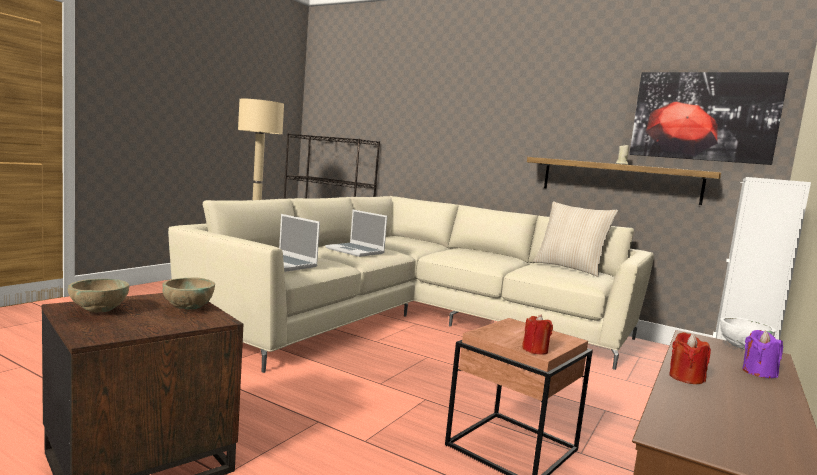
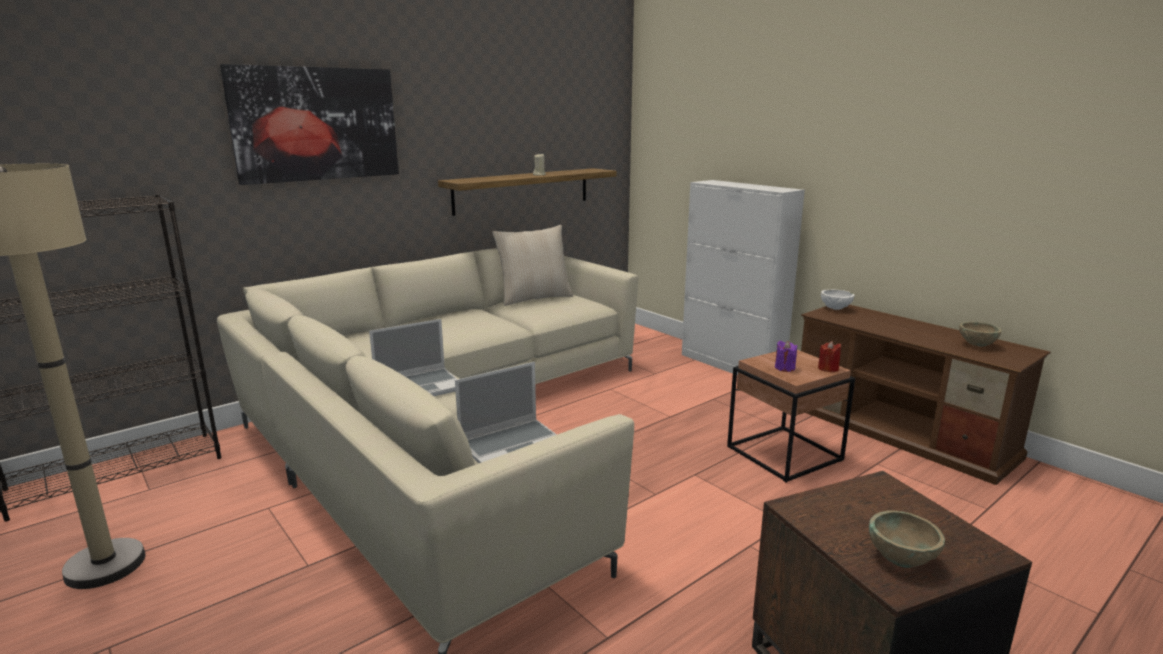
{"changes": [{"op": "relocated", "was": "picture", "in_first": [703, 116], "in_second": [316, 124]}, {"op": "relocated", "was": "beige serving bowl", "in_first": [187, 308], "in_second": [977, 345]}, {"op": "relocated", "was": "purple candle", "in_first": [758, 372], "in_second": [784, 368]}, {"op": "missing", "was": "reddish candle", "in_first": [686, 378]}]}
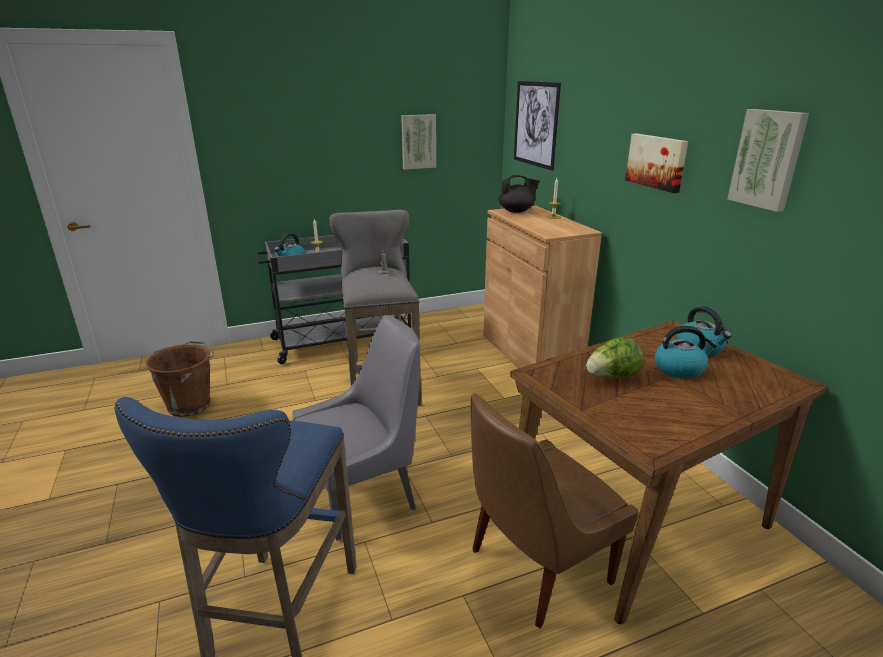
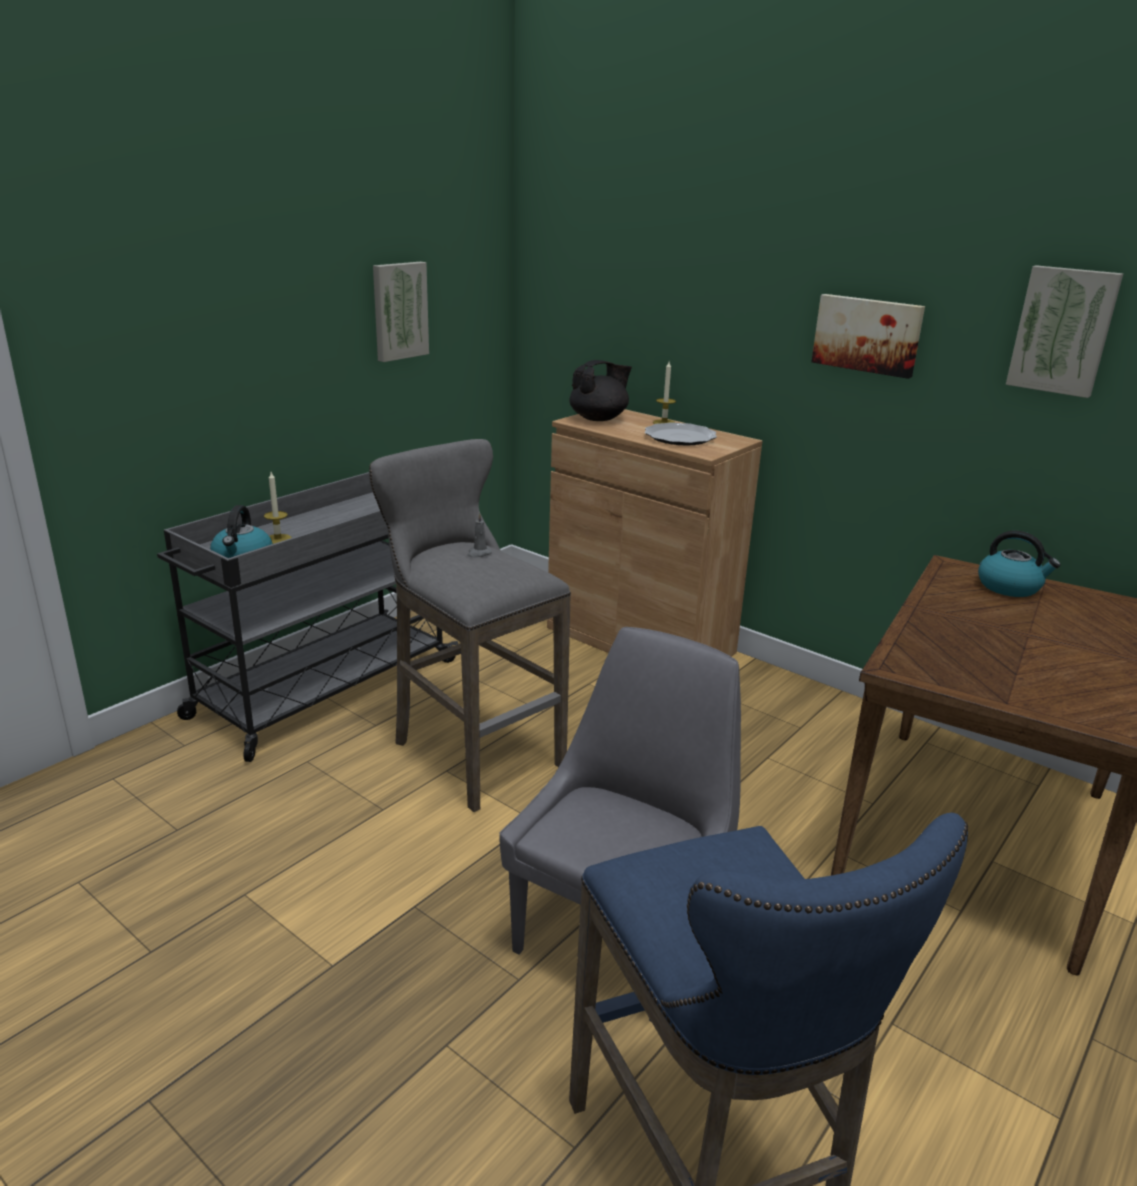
{"changes": [{"op": "missing", "was": "picture", "in_first": [536, 124]}, {"op": "missing", "was": "tea kettle", "in_first": [679, 369]}, {"op": "missing", "was": "lettuce", "in_first": [611, 377]}, {"op": "missing", "was": "brown-coloured pail", "in_first": [190, 405]}, {"op": "missing", "was": "brown-coloured plain chair", "in_first": [535, 568]}, {"op": "appeared", "now": "plate", "in_second": [679, 437]}]}
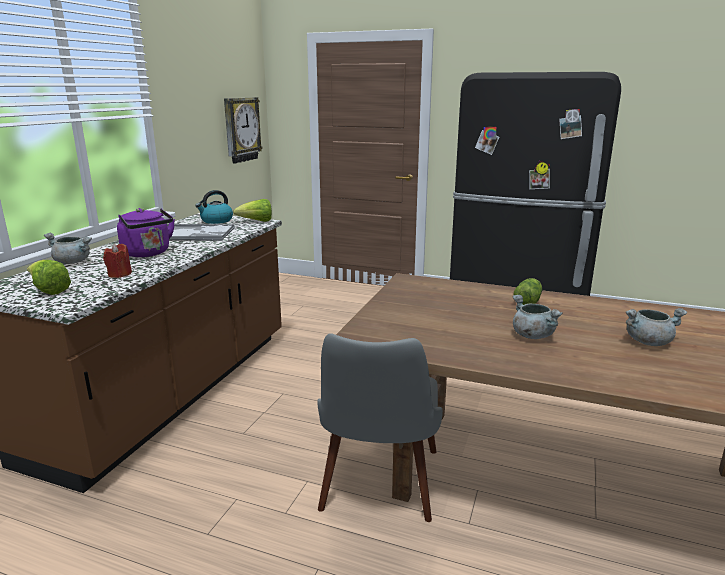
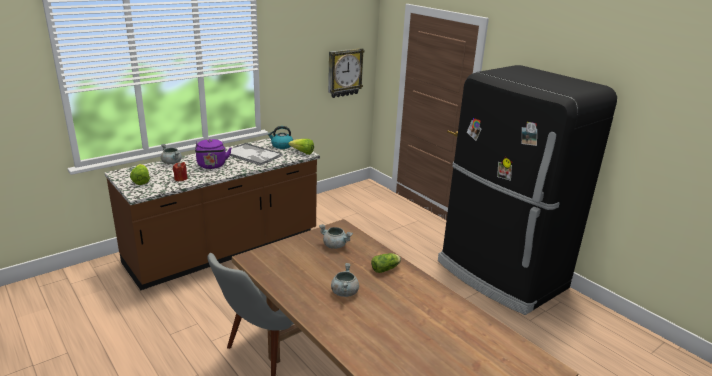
{"changes": [{"op": "relocated", "was": "greyish cooking pot", "in_first": [648, 341], "in_second": [335, 245]}]}
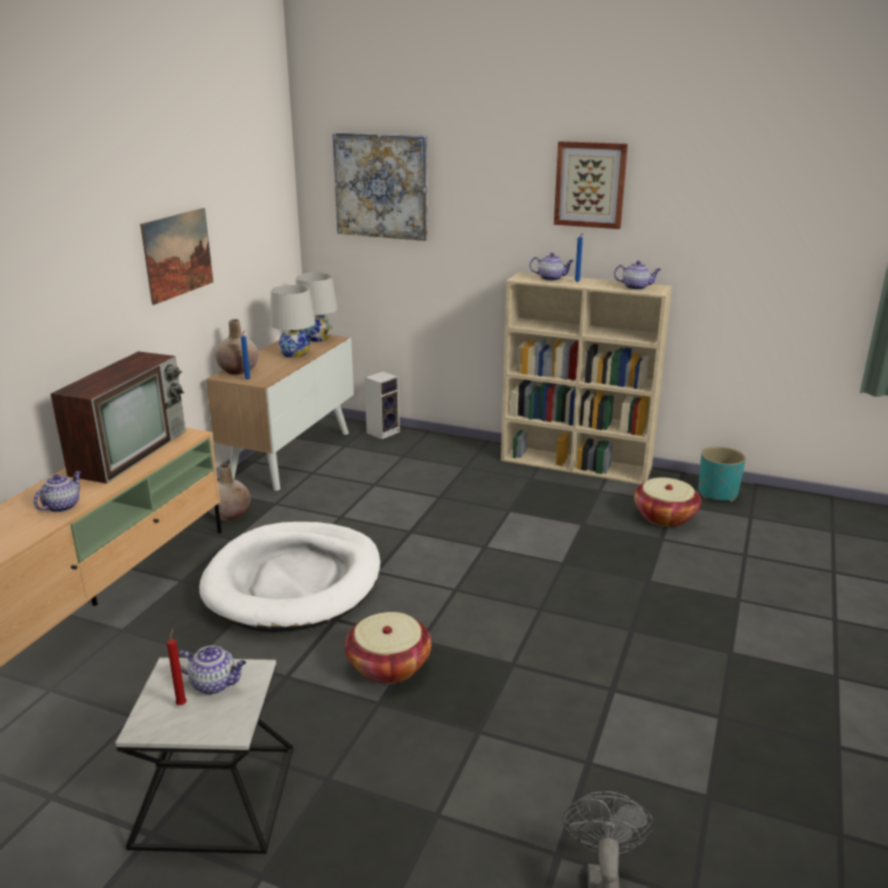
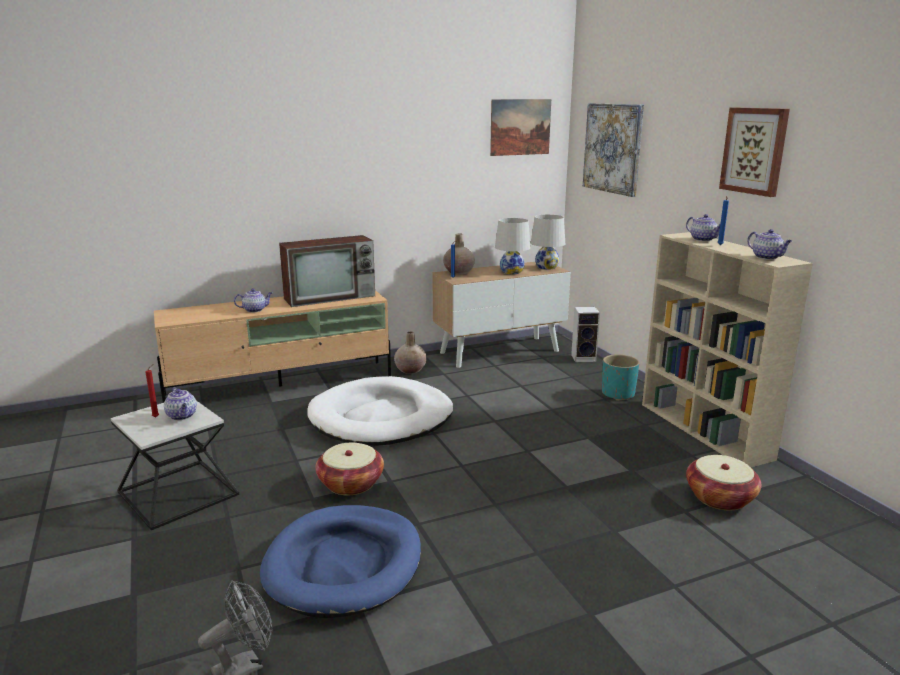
{"changes": [{"op": "relocated", "was": "picture", "in_first": [178, 254], "in_second": [520, 127]}, {"op": "relocated", "was": "turquoise-coloured plant pot", "in_first": [718, 493], "in_second": [618, 394]}, {"op": "appeared", "now": "blue-coloured dog cushion", "in_second": [344, 564]}]}
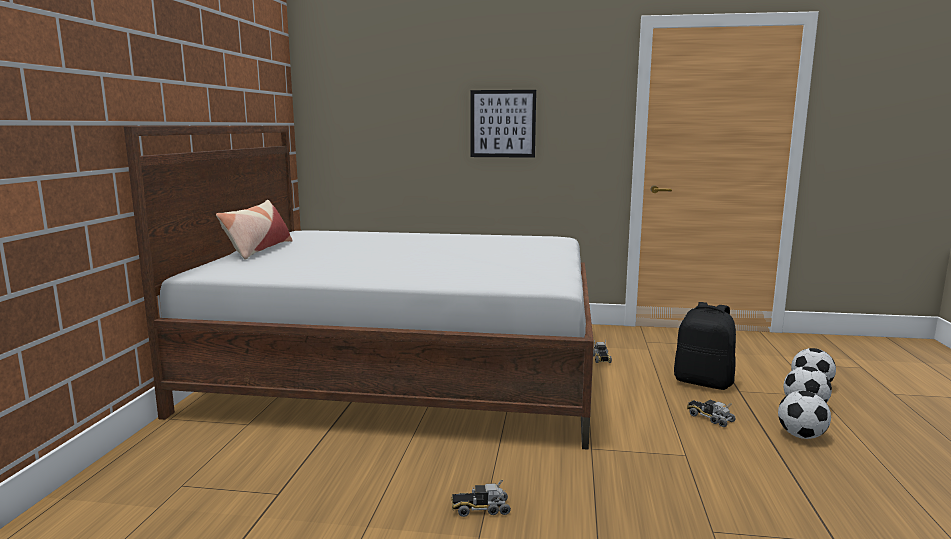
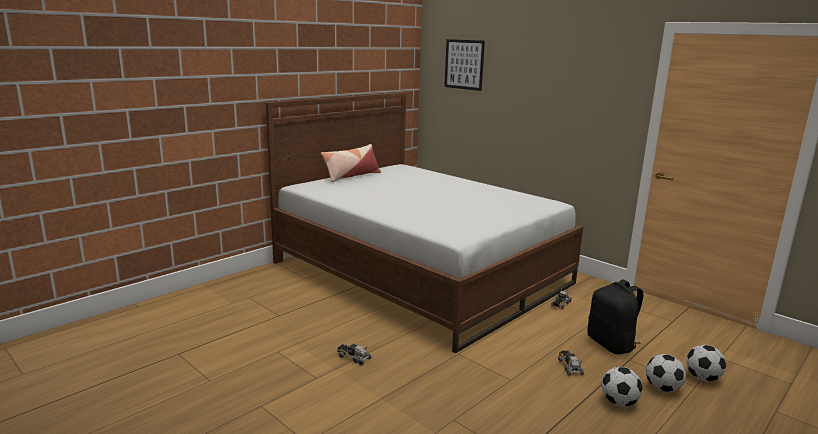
{"changes": [{"op": "relocated", "was": "picture", "in_first": [503, 124], "in_second": [464, 64]}]}
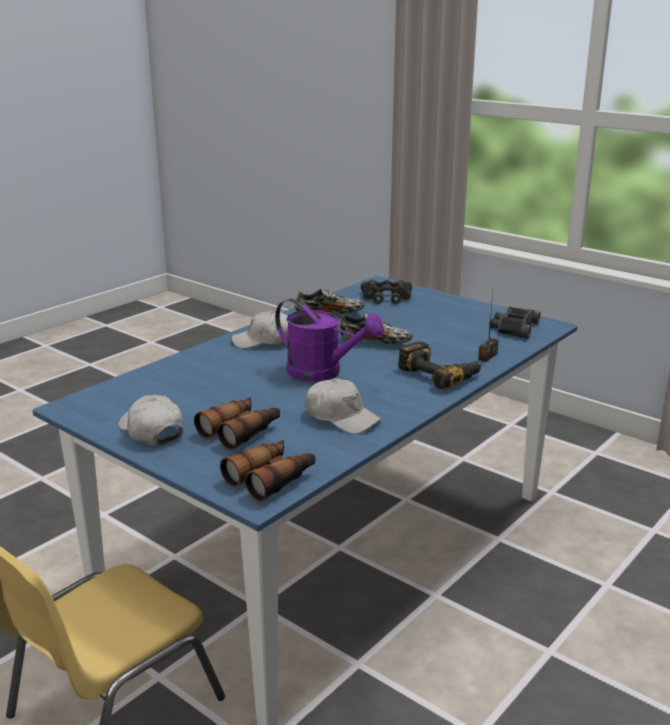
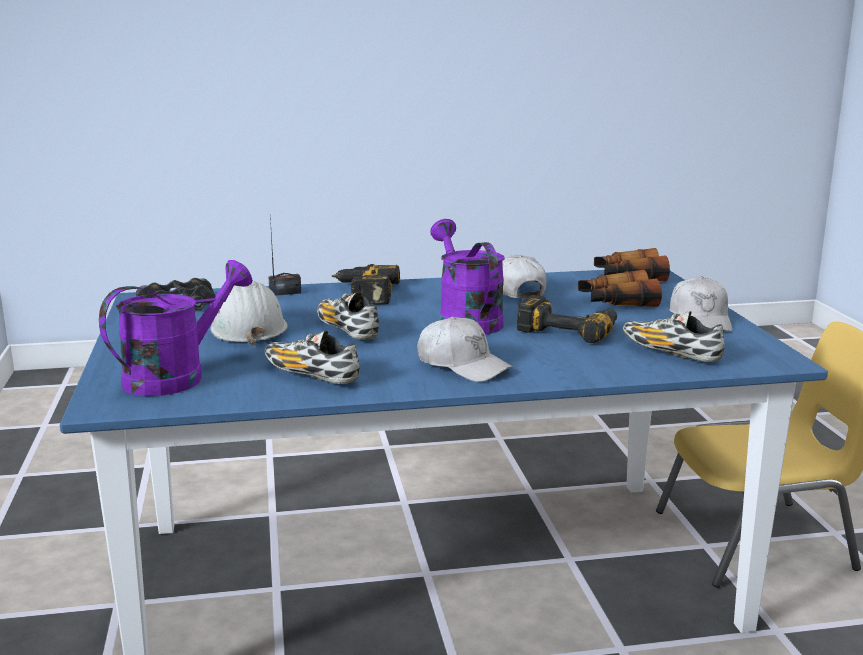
{"changes": [{"op": "exchanged", "was": "blackish binoculars", "now": "purple sprinkling can", "in_first": [386, 297], "in_second": [176, 376]}, {"op": "appeared", "now": "white work helmet", "in_second": [247, 328]}, {"op": "appeared", "now": "electric drill", "in_second": [569, 329]}, {"op": "appeared", "now": "low shoe", "in_second": [670, 353]}]}
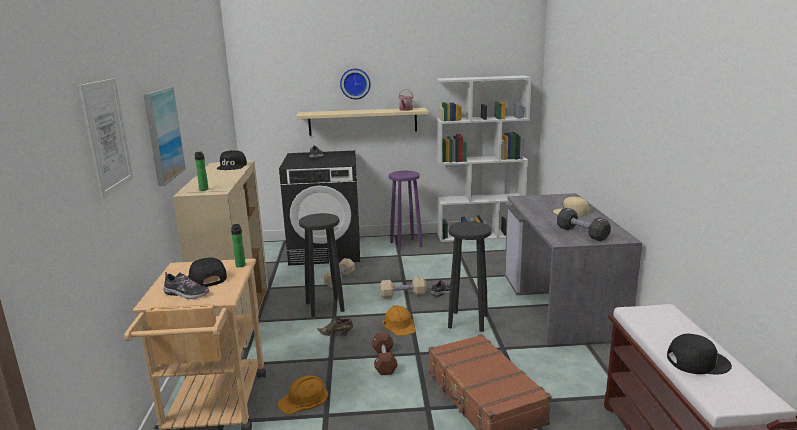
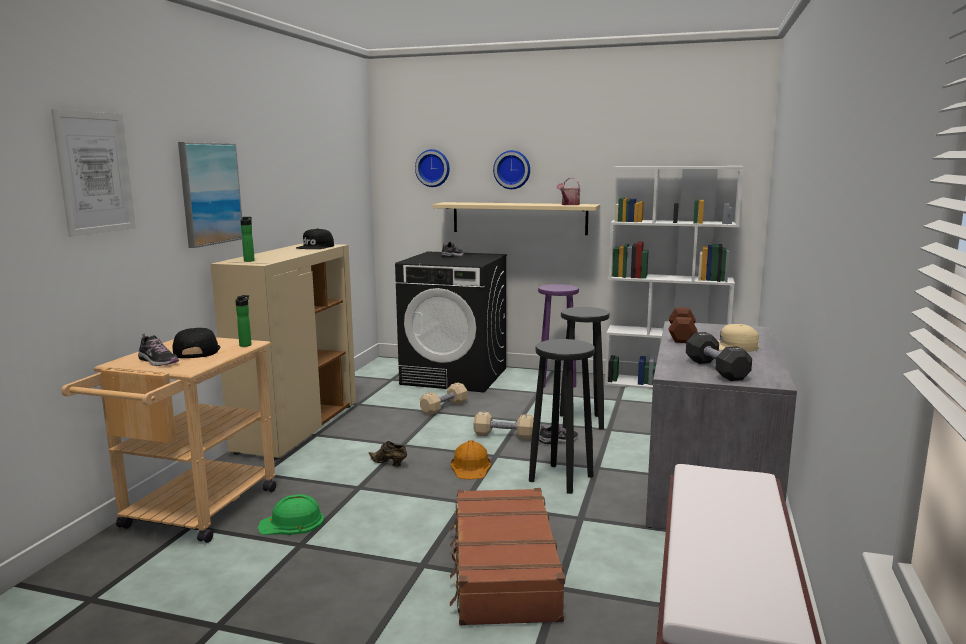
{"changes": [{"op": "relocated", "was": "blackish stool", "in_first": [325, 307], "in_second": [582, 422]}, {"op": "relocated", "was": "brown-coloured free weight", "in_first": [384, 361], "in_second": [681, 335]}, {"op": "missing", "was": "blackish baseball cap", "in_first": [697, 361]}, {"op": "colour", "was": "orange work helmet", "now": "green-coloured work helmet", "in_first": [304, 399], "in_second": [292, 523]}, {"op": "appeared", "now": "clock on the wall", "in_second": [433, 168]}]}
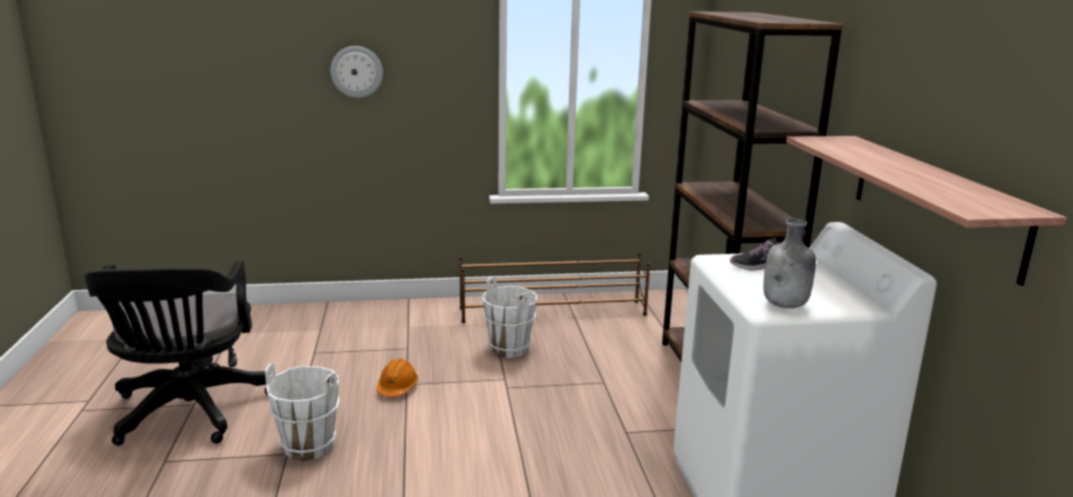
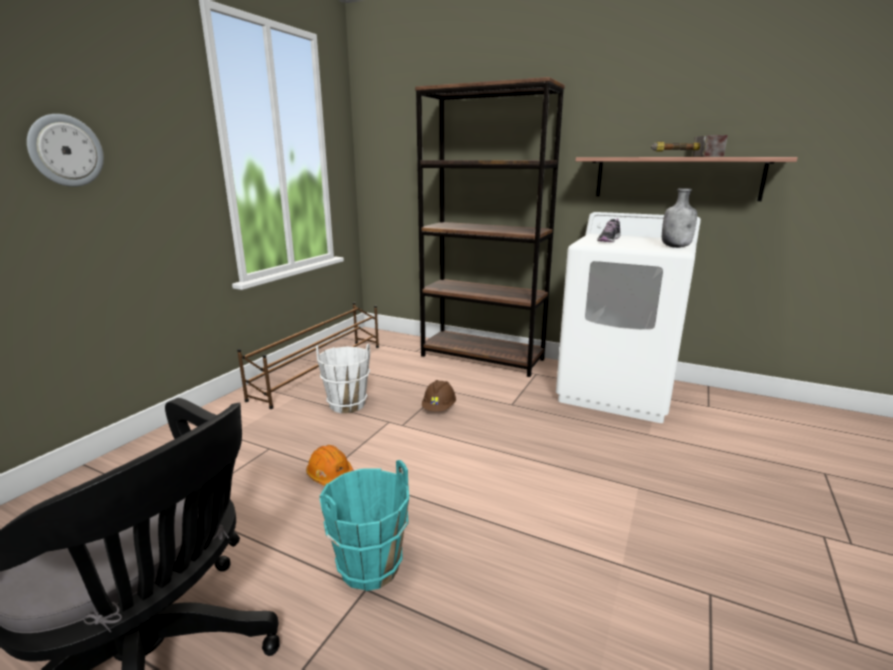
{"changes": [{"op": "colour", "was": "white pail", "now": "turquoise-coloured pail", "in_first": [309, 446], "in_second": [369, 567]}, {"op": "appeared", "now": "tool hammer", "in_second": [682, 156]}, {"op": "appeared", "now": "brown-coloured work helmet", "in_second": [439, 408]}]}
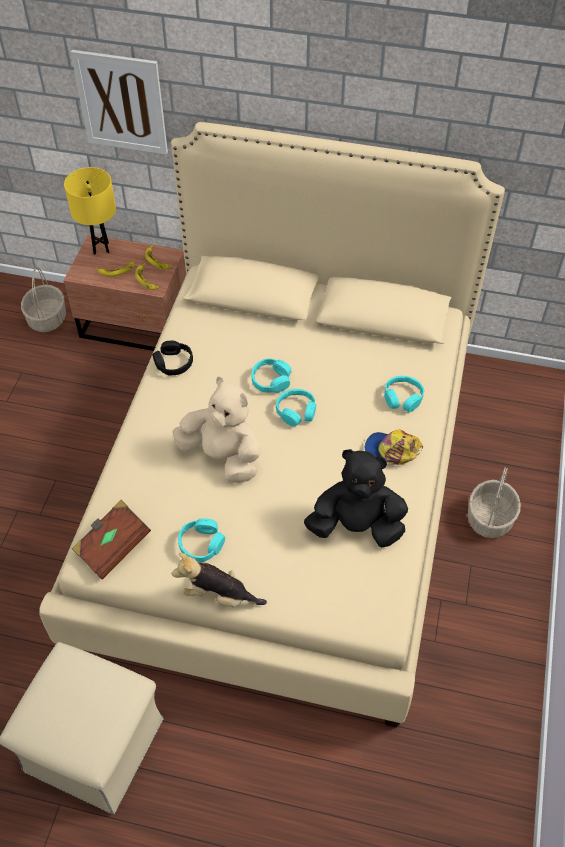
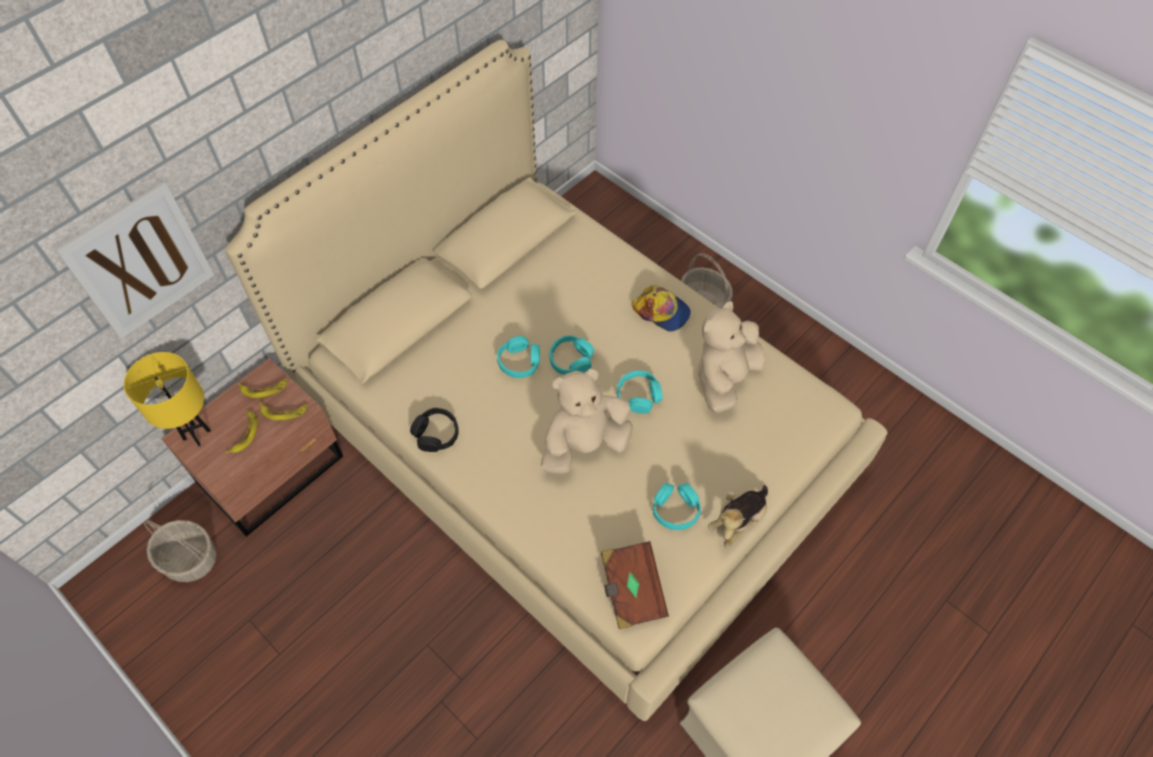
{"changes": [{"op": "relocated", "was": "turquoise-coloured pair of headphones", "in_first": [403, 398], "in_second": [638, 396]}, {"op": "spun", "was": "baseball cap", "in_first": [392, 450], "in_second": [662, 311], "clockwise": -105}, {"op": "colour", "was": "blackish soft toy", "now": "beige soft toy", "in_first": [356, 526], "in_second": [725, 378]}]}
